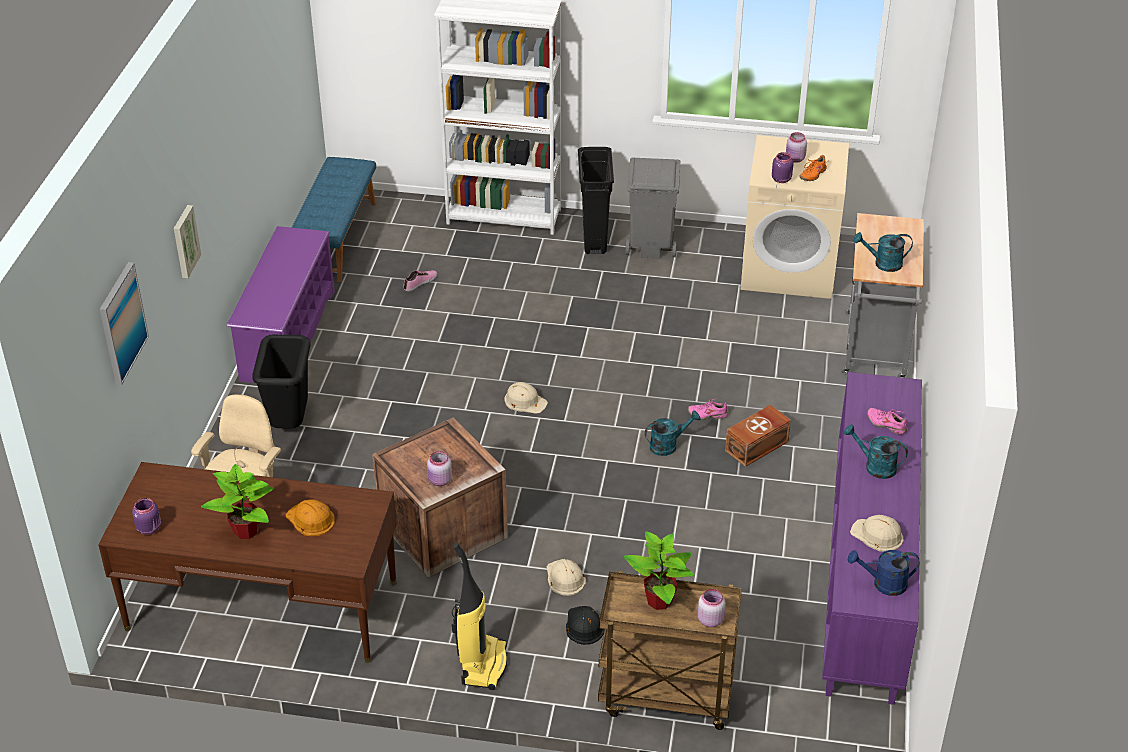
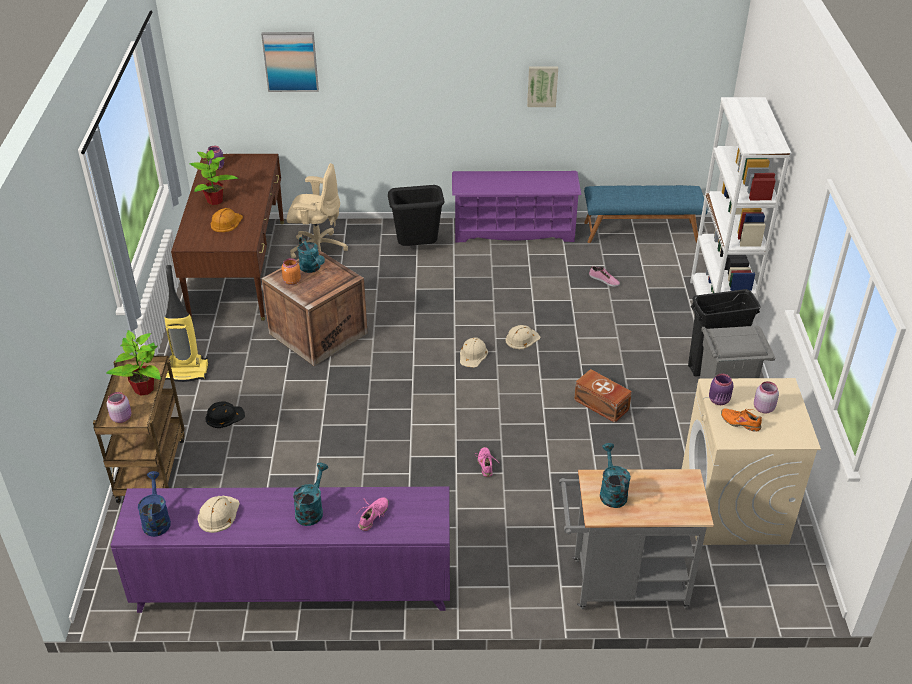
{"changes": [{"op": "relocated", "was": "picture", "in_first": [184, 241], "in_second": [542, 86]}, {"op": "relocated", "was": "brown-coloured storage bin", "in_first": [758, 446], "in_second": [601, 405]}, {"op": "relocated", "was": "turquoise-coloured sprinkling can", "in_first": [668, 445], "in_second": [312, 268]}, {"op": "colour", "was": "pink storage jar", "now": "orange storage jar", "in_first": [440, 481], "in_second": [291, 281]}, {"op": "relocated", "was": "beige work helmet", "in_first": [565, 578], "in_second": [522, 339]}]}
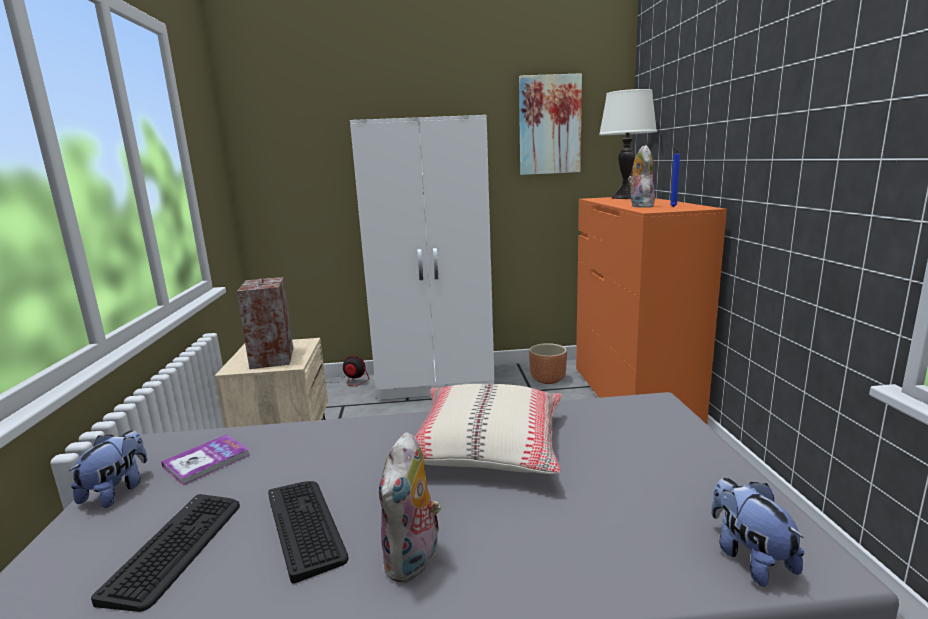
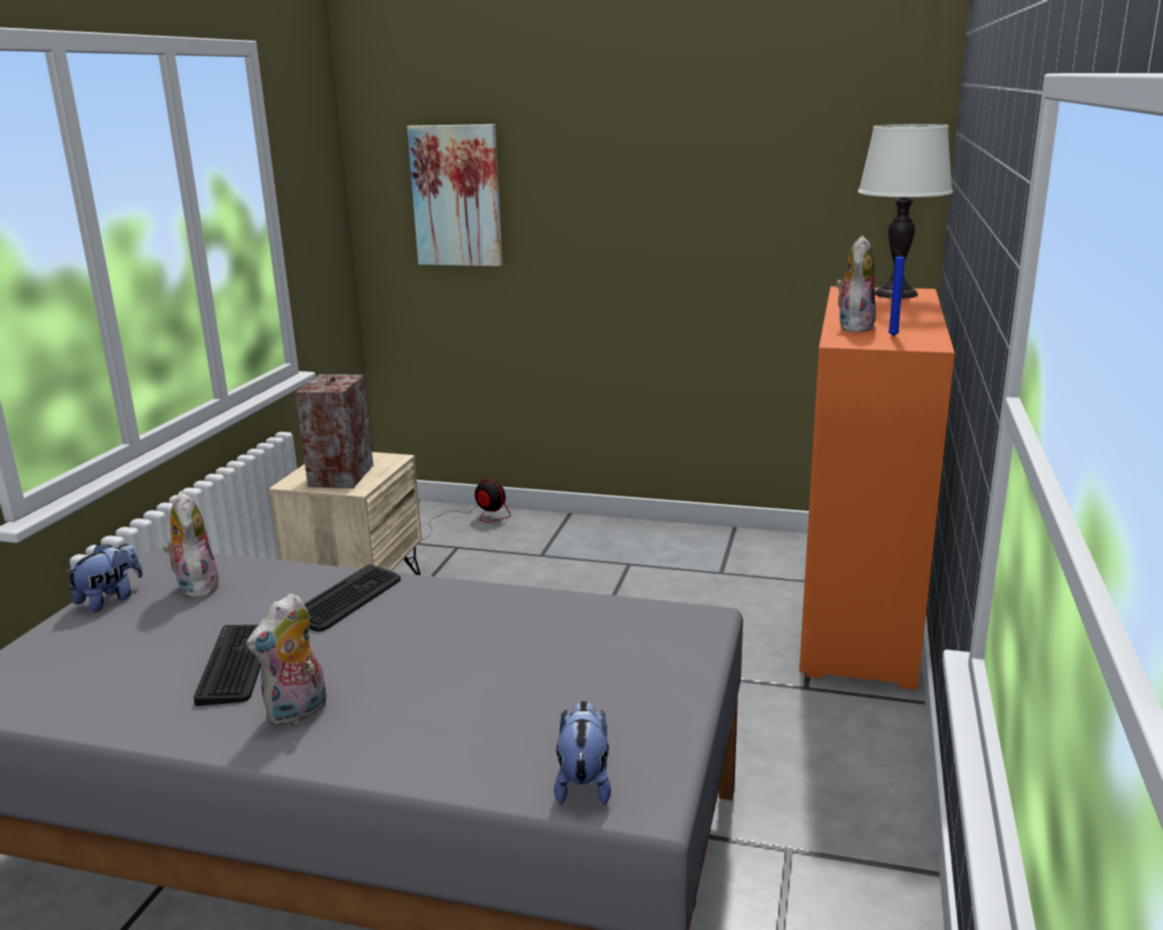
{"changes": [{"op": "relocated", "was": "picture", "in_first": [549, 125], "in_second": [457, 196]}, {"op": "missing", "was": "white armoire", "in_first": [436, 384]}, {"op": "missing", "was": "brown-coloured plant pot", "in_first": [547, 379]}, {"op": "missing", "was": "beige throw pillow", "in_first": [485, 445]}, {"op": "exchanged", "was": "bound book", "now": "soft toy", "in_first": [207, 461], "in_second": [195, 586]}, {"op": "relocated", "was": "PC keyboard", "in_first": [176, 548], "in_second": [347, 599]}]}
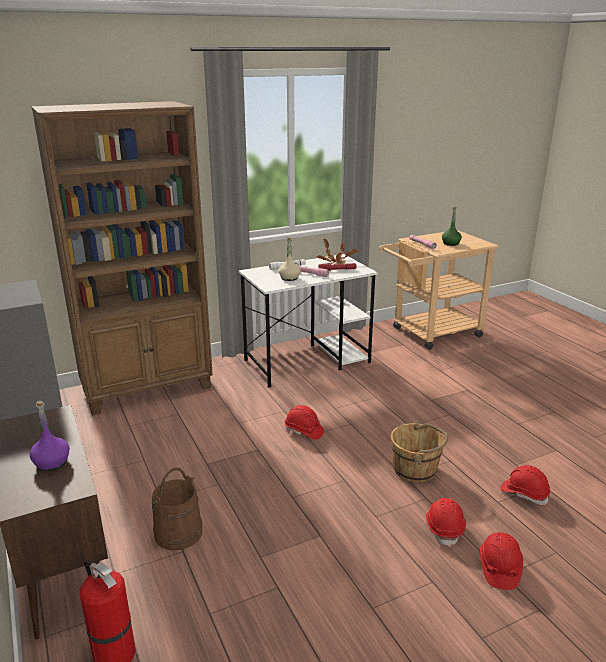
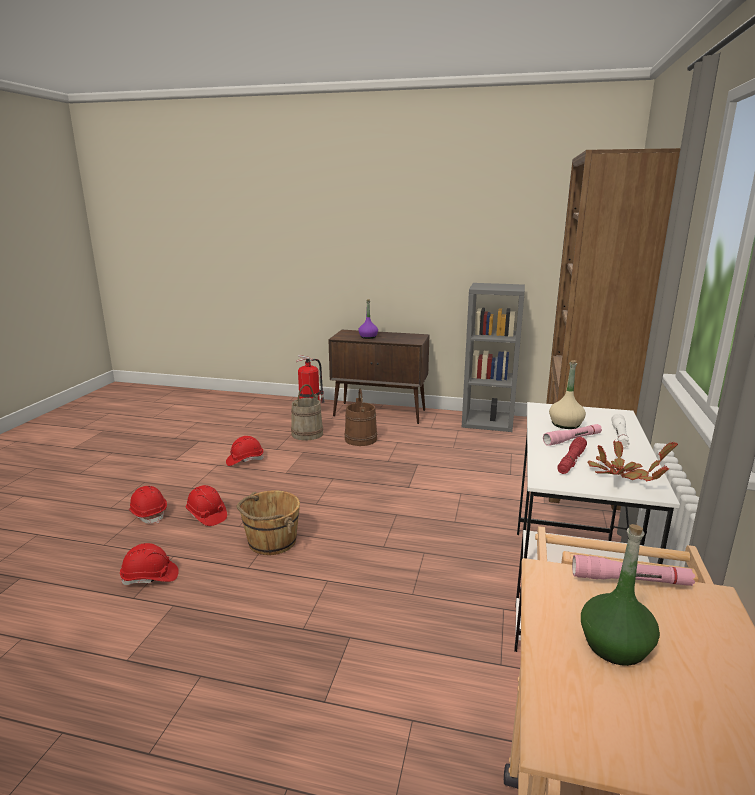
{"changes": [{"op": "relocated", "was": "reddish work helmet", "in_first": [303, 431], "in_second": [245, 460]}, {"op": "appeared", "now": "beige pail", "in_second": [307, 434]}]}
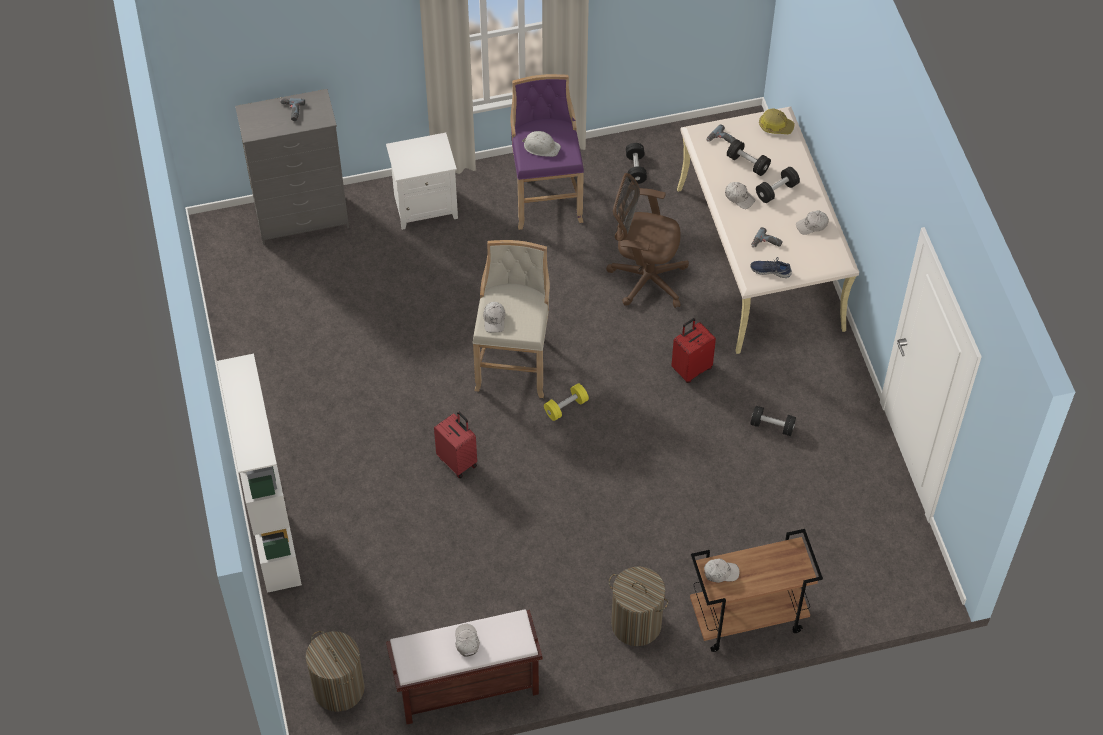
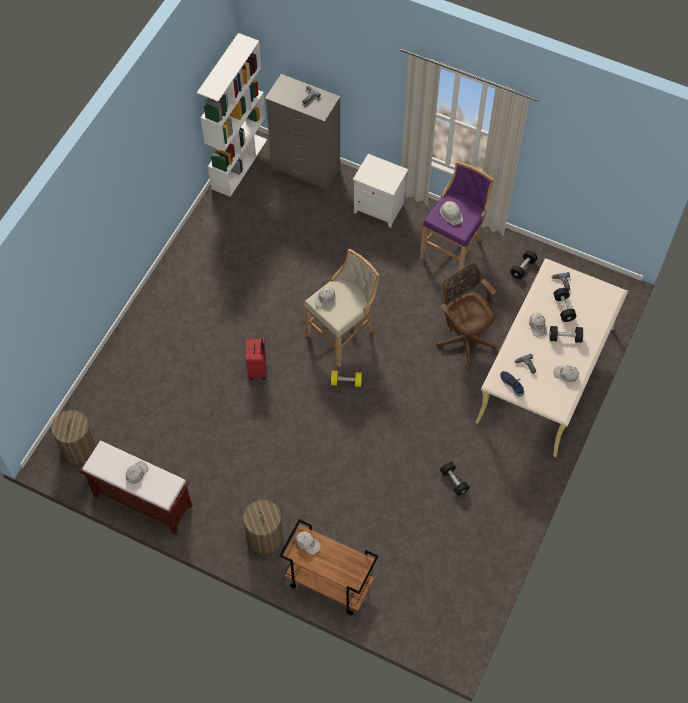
{"changes": [{"op": "missing", "was": "work helmet", "in_first": [775, 126]}, {"op": "missing", "was": "reddish travel case", "in_first": [691, 368]}, {"op": "relocated", "was": "white bookcase", "in_first": [272, 535], "in_second": [239, 163]}]}
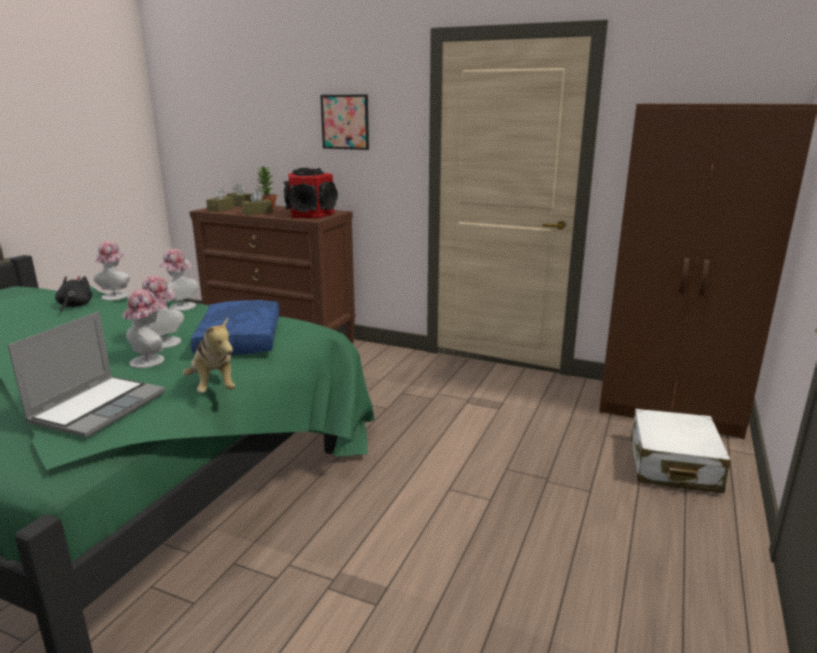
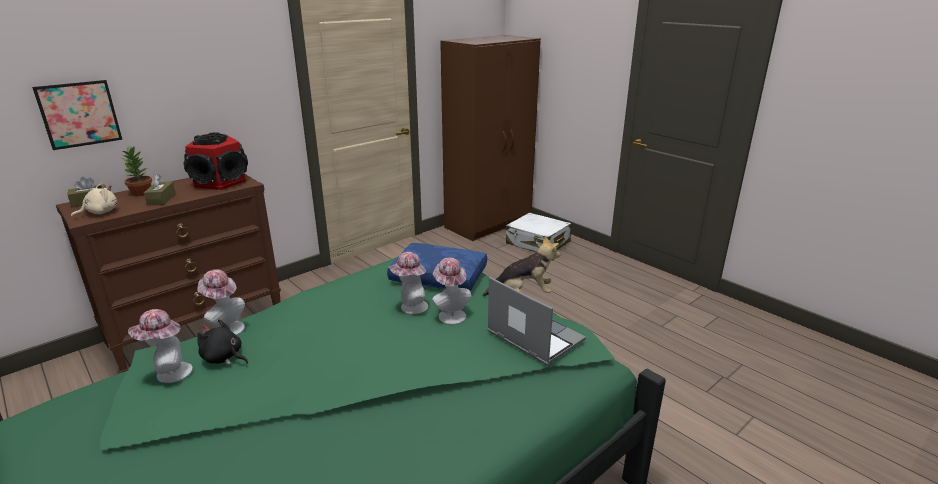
{"changes": [{"op": "relocated", "was": "picture", "in_first": [345, 122], "in_second": [79, 114]}, {"op": "exchanged", "was": "brown-coloured tissue holder", "now": "beige soft toy", "in_first": [221, 209], "in_second": [100, 212]}, {"op": "relocated", "was": "hat", "in_first": [180, 306], "in_second": [169, 374]}]}
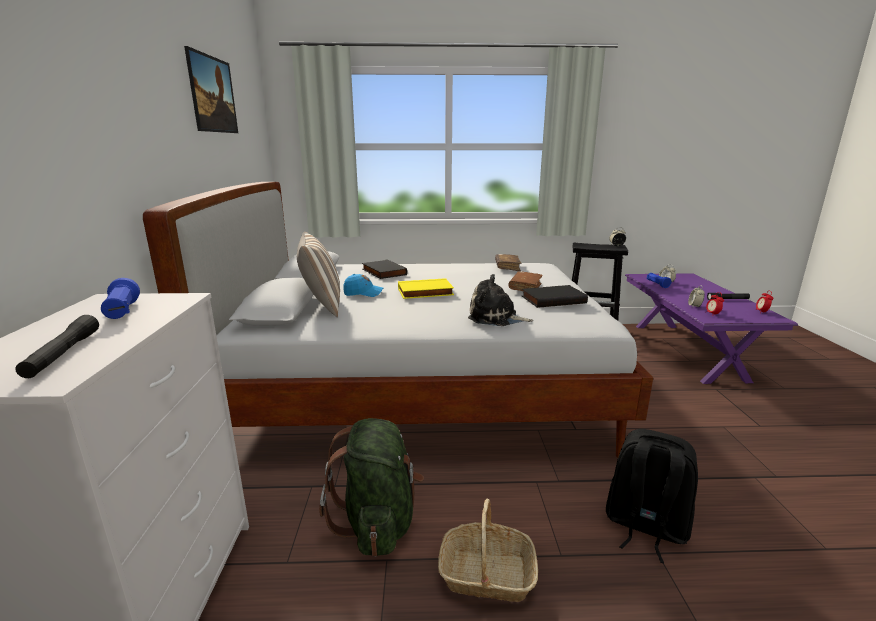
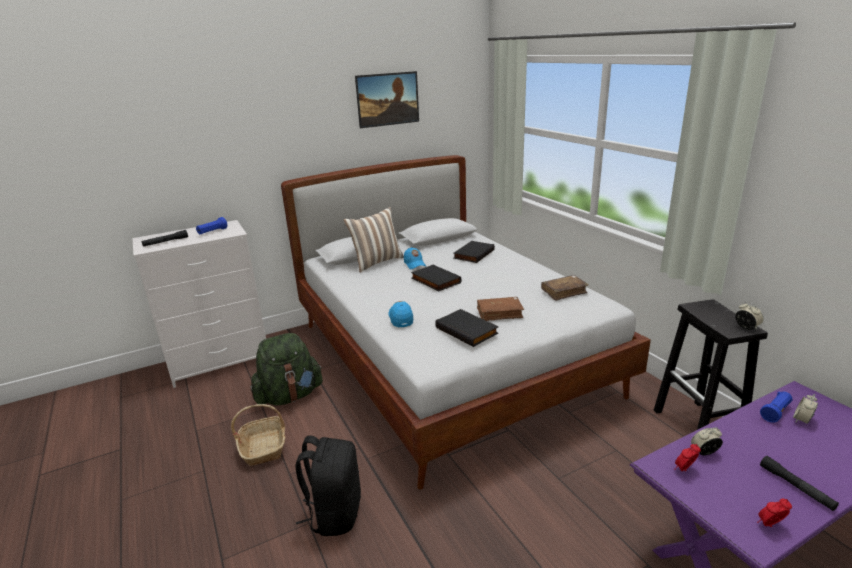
{"changes": [{"op": "exchanged", "was": "soft toy", "now": "blue-coloured baseball cap", "in_first": [496, 318], "in_second": [400, 318]}, {"op": "colour", "was": "yellow-coloured bound book", "now": "blackish bound book", "in_first": [425, 292], "in_second": [434, 281]}]}
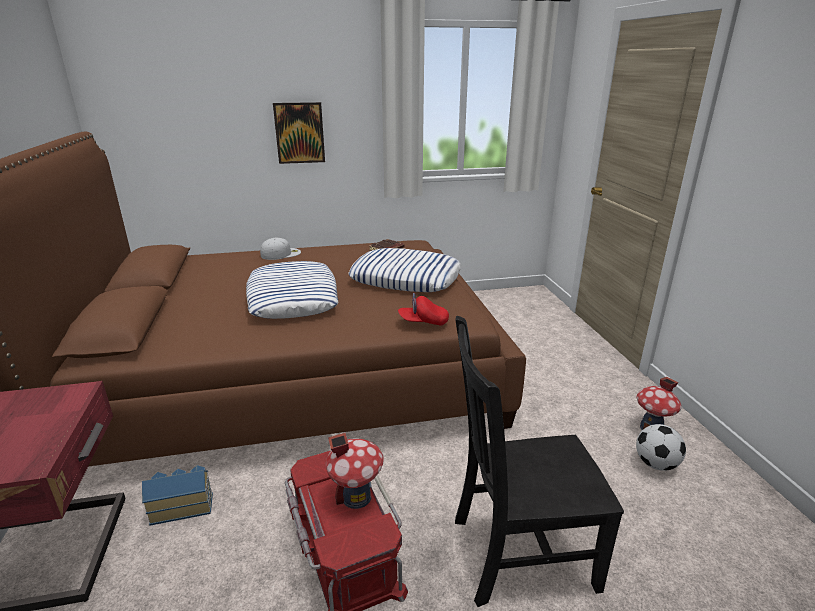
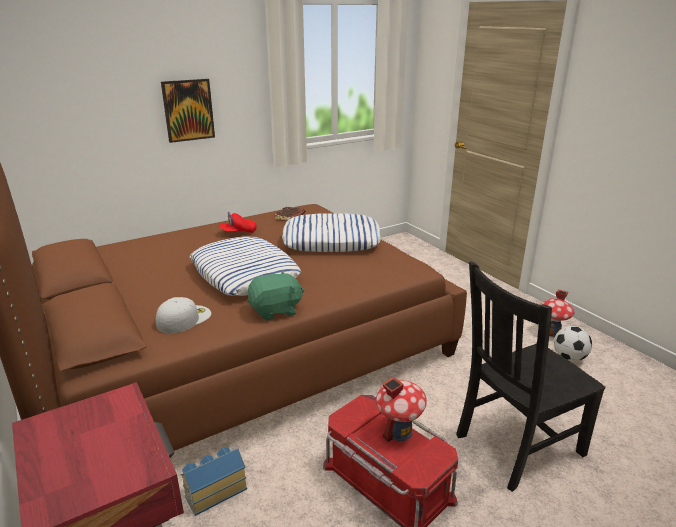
{"changes": [{"op": "relocated", "was": "white baseball cap", "in_first": [281, 253], "in_second": [184, 318]}, {"op": "relocated", "was": "reddish baseball cap", "in_first": [423, 322], "in_second": [238, 232]}, {"op": "appeared", "now": "green-coloured soft toy", "in_second": [275, 310]}]}
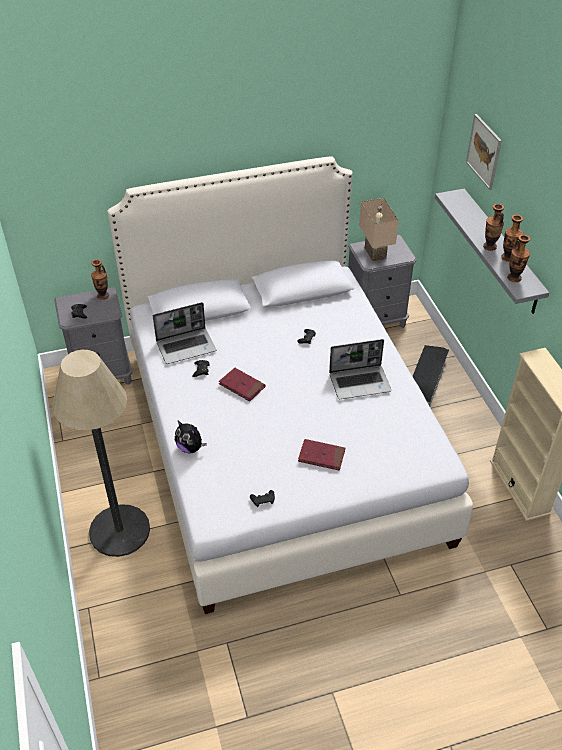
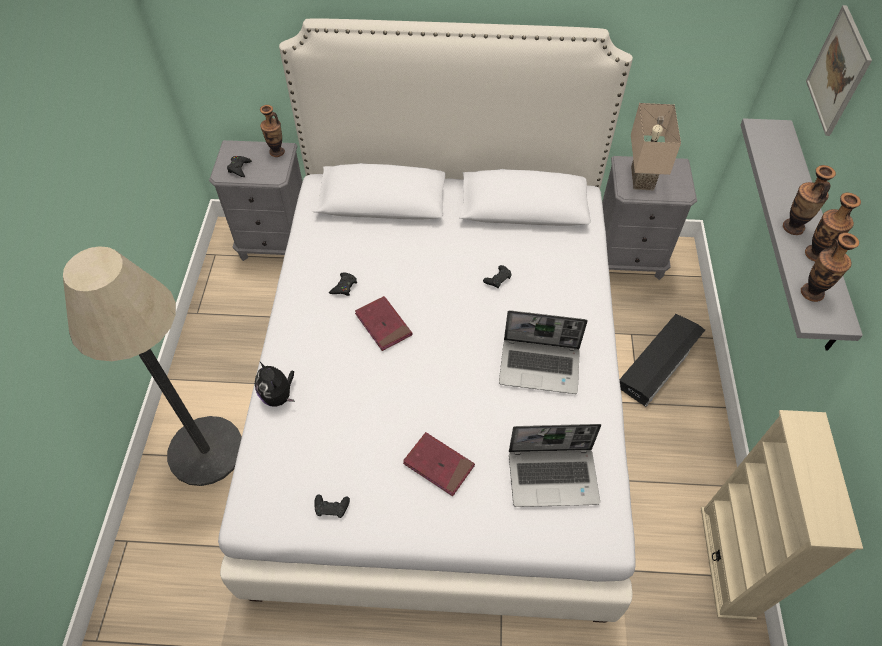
{"changes": [{"op": "relocated", "was": "notebook computer", "in_first": [186, 346], "in_second": [554, 476]}]}
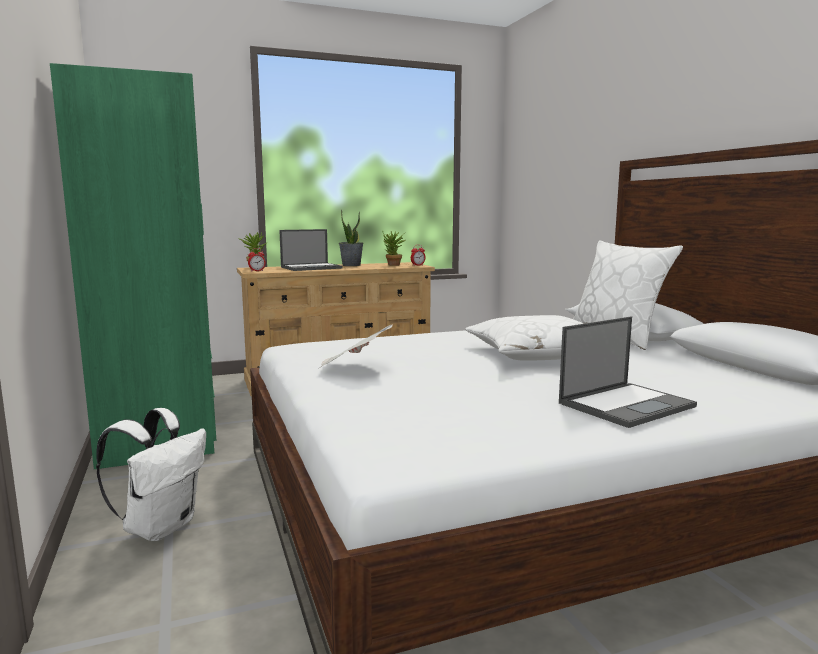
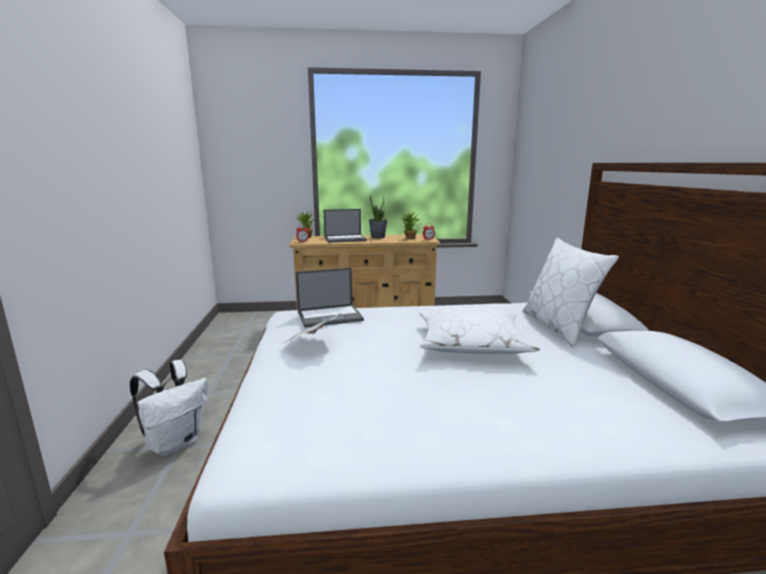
{"changes": [{"op": "missing", "was": "green-coloured armoire", "in_first": [162, 426]}, {"op": "relocated", "was": "notebook computer", "in_first": [627, 404], "in_second": [330, 316]}]}
